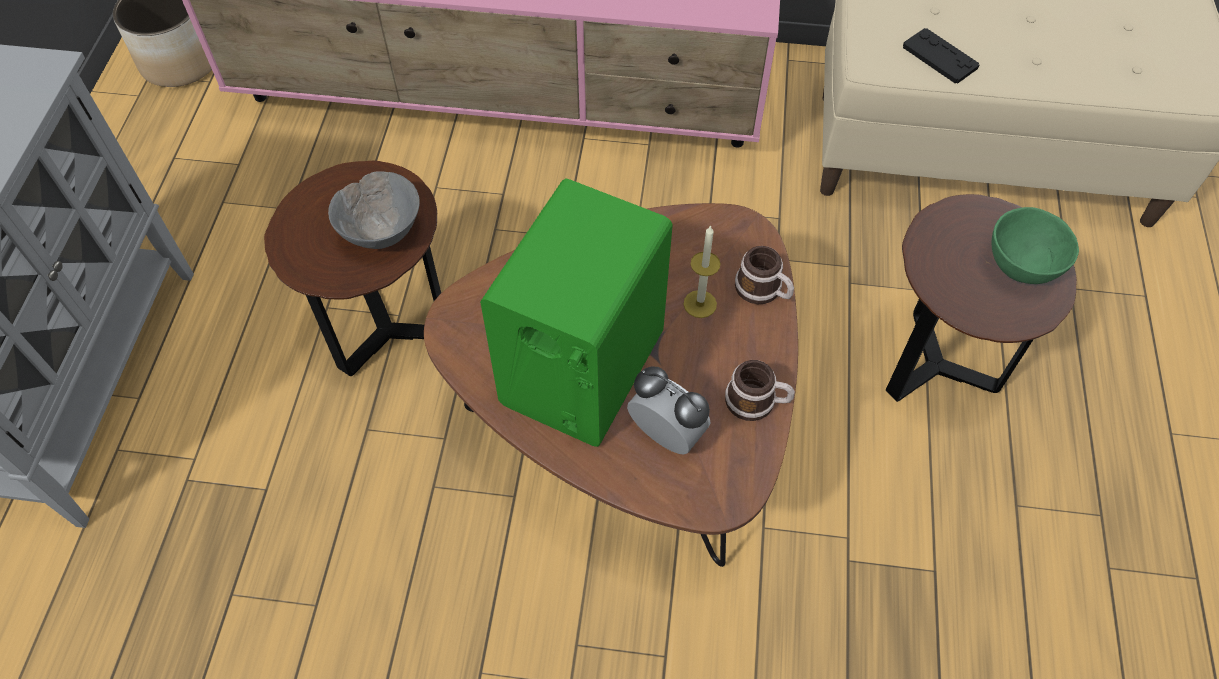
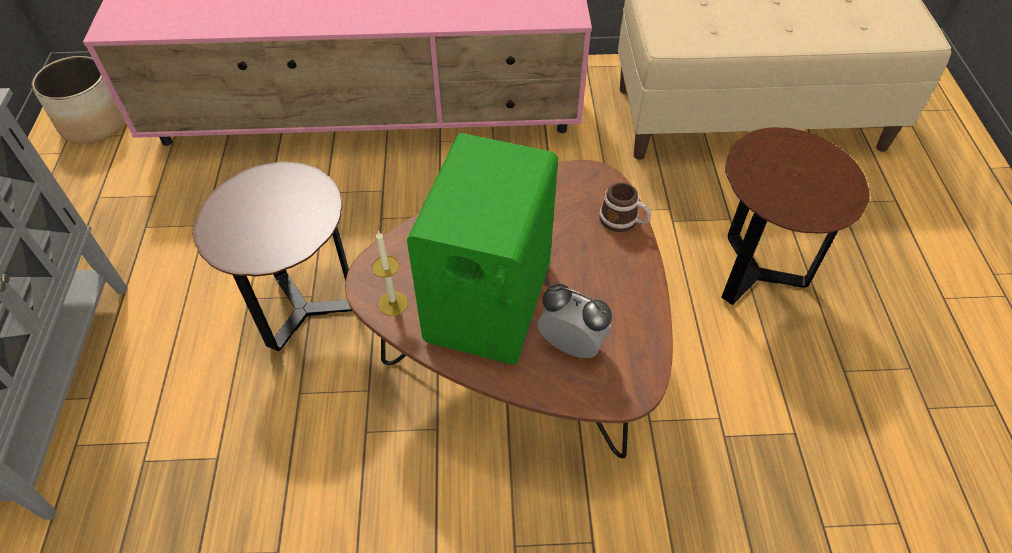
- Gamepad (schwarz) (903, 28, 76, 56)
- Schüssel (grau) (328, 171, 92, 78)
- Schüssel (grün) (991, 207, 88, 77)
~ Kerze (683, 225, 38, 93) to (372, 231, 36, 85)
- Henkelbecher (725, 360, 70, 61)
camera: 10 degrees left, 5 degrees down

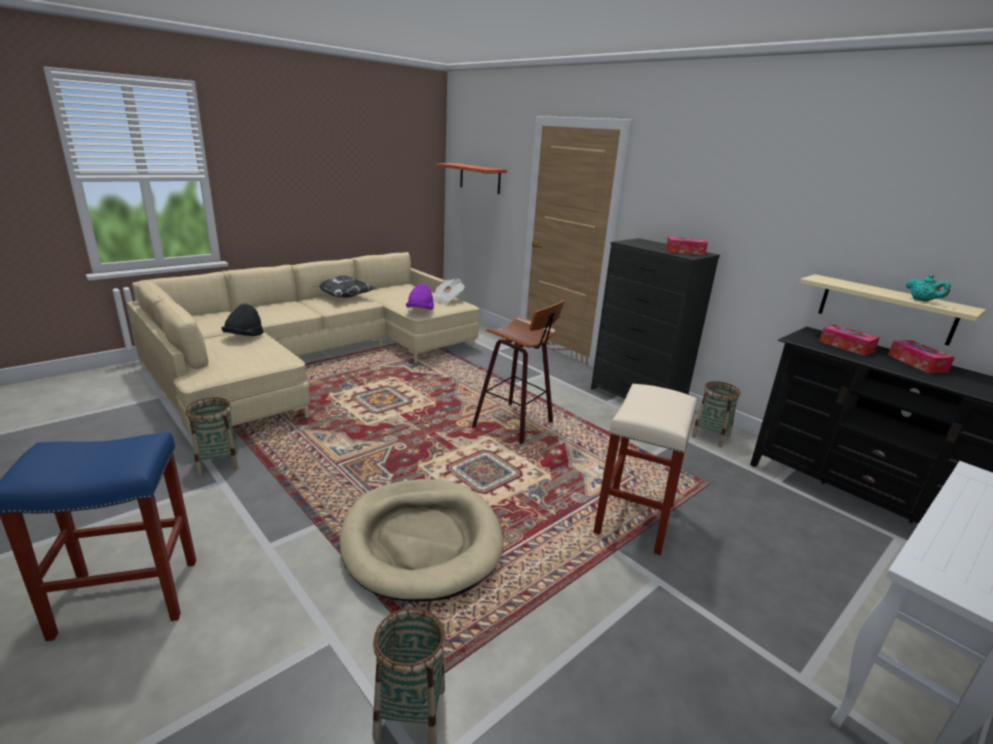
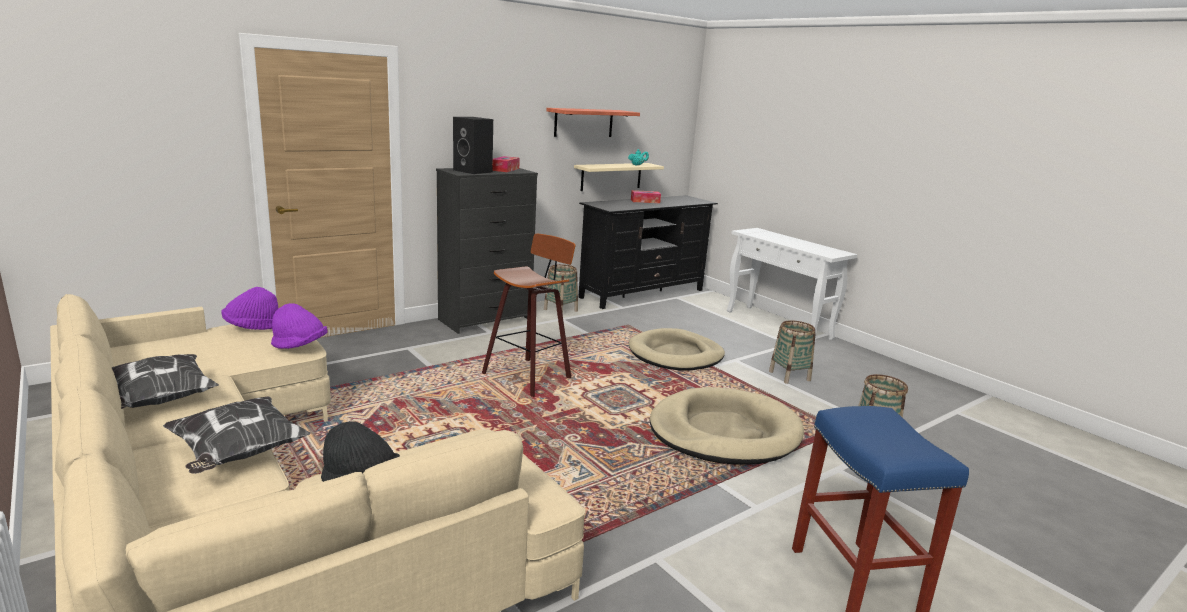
~ Wandregal (435, 163, 72, 31) to (546, 108, 94, 29)
~ Zeitung (433, 279, 32, 24) to Hut (lila) (222, 287, 56, 43)
- Taschentuchbox (819, 325, 60, 31)
~ Hocker (beige) (593, 384, 104, 171) to Hundebett (beige) (629, 328, 96, 43)
~ Korb (185, 397, 54, 79) to (769, 320, 47, 64)
+ Lautsprecher (schwarz) (453, 117, 40, 57)
+ Kissen (163, 396, 148, 78)
camera: 85 degrees left, 5 degrees down

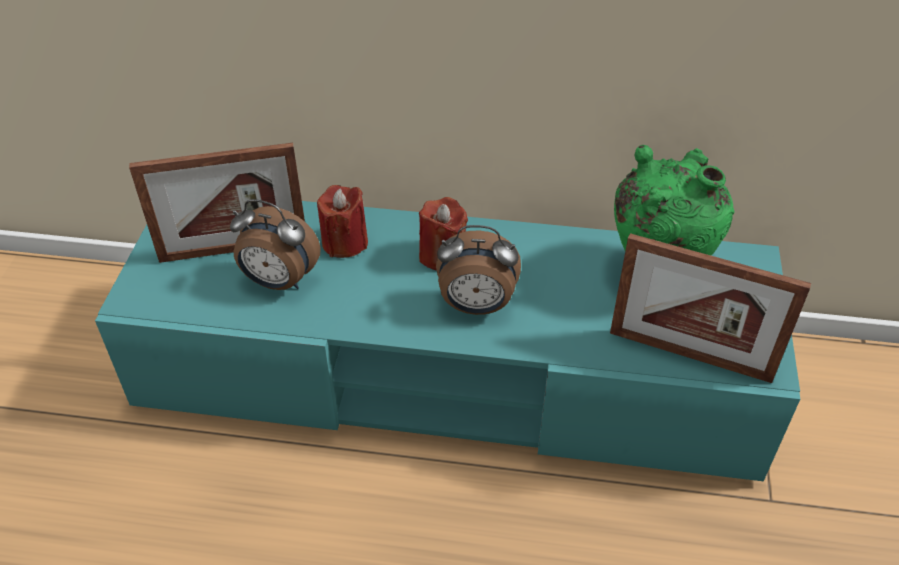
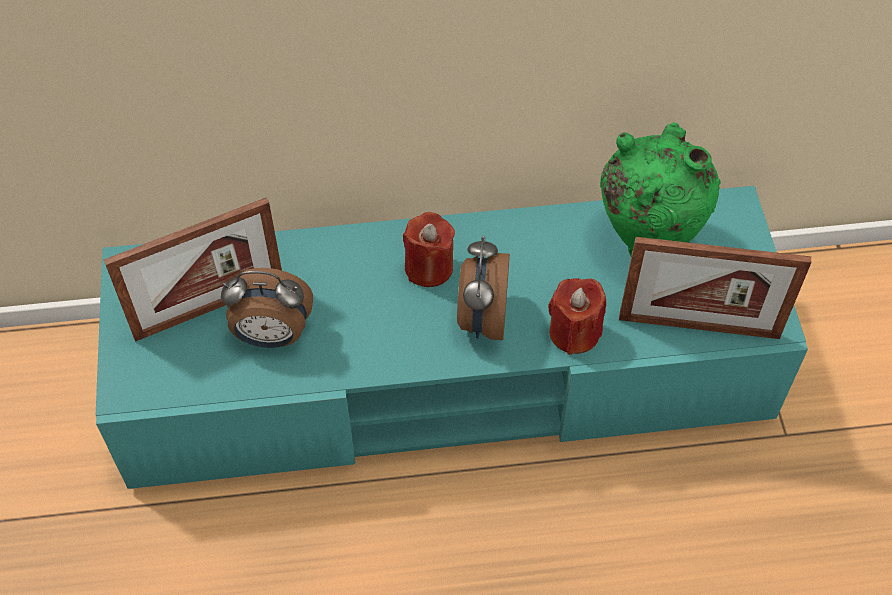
~ Kerze (rot) (317, 185, 51, 73) to (548, 278, 58, 77)
~ Wecker (436, 225, 85, 90) = (457, 236, 53, 104) 105 degrees clockwise
camera: 15 degrees left, 10 degrees up

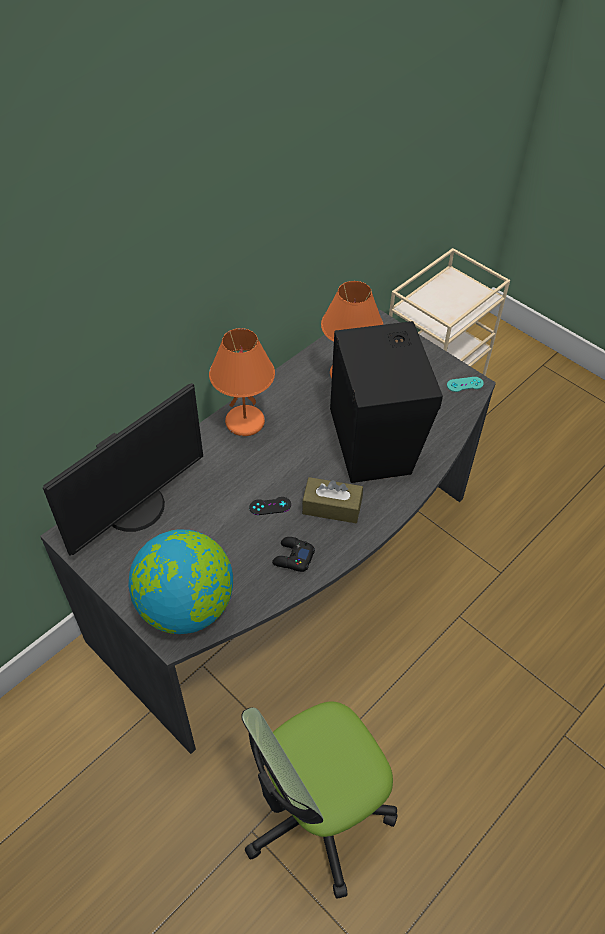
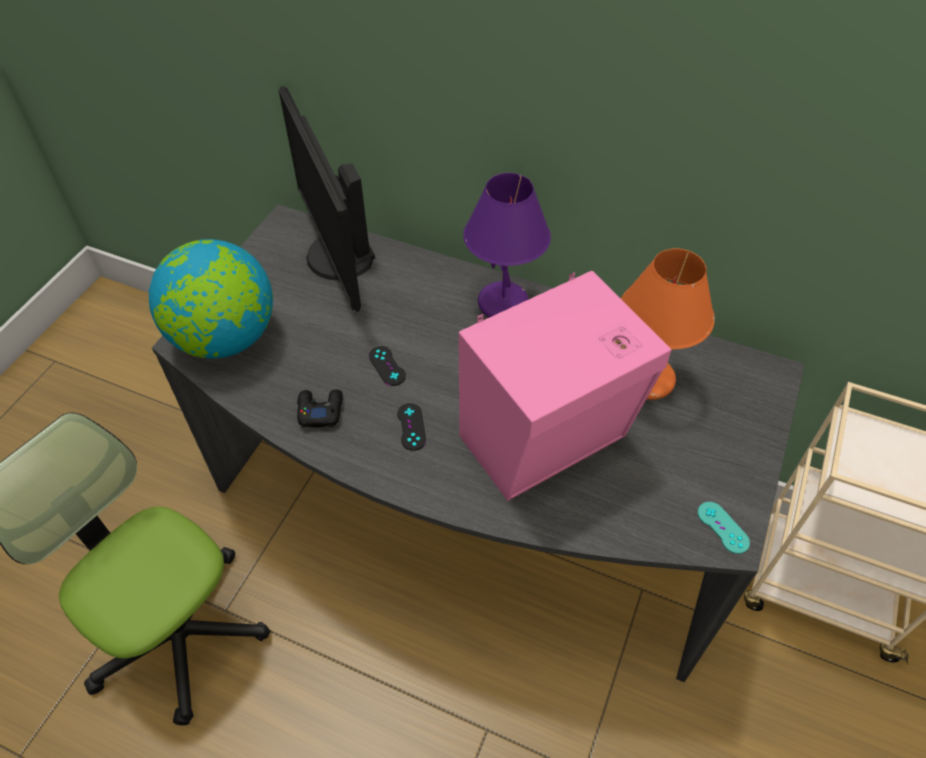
~ Lautsprecher (schwarz) (330, 321, 113, 162) to Lautsprecher (rosa) (459, 271, 212, 230)
~ Tischlampe (orange) (209, 328, 66, 108) to Tischlampe (lila) (463, 173, 88, 144)
~ Monitor (43, 383, 160, 173) = (278, 86, 97, 226) 45 degrees clockwise
~ Taschentuchbox (braun) (302, 477, 61, 46) to Gamepad (schwarz) (397, 403, 29, 48)
camera: 70 degrees right, 0 degrees up

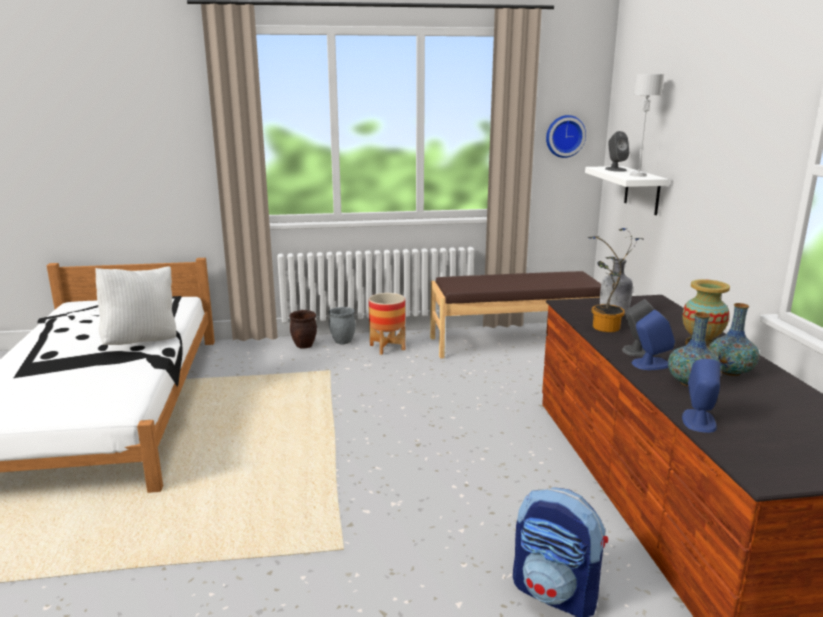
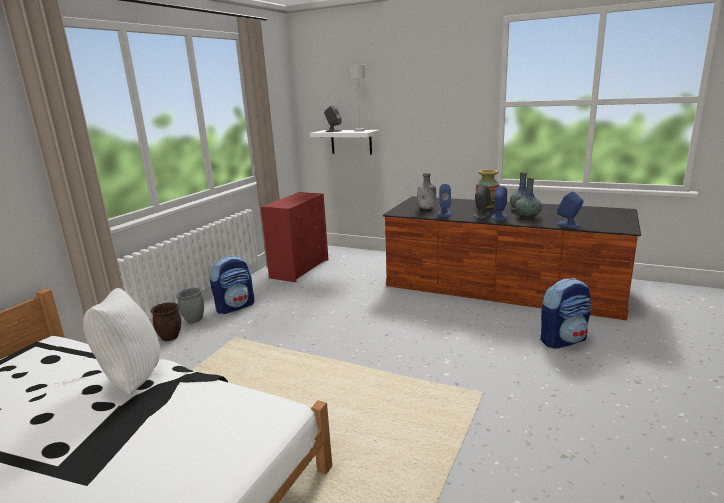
- Wanduhr (546, 115, 40, 43)
~ Topfpflanze (588, 228, 56, 104) to Lautsprecher (blau) (438, 184, 14, 33)
~ Bank (braun) (430, 271, 171, 88) to Kommode (rot) (261, 192, 68, 90)
~ Pflanzkübel (369, 293, 36, 62) to Rucksack (210, 255, 44, 59)
camera: 55 degrees left, 0 degrees up

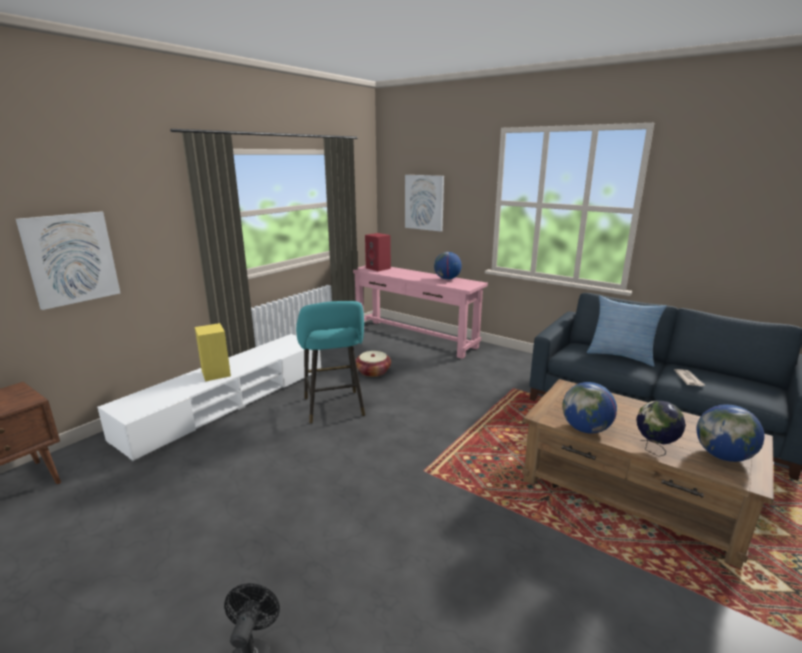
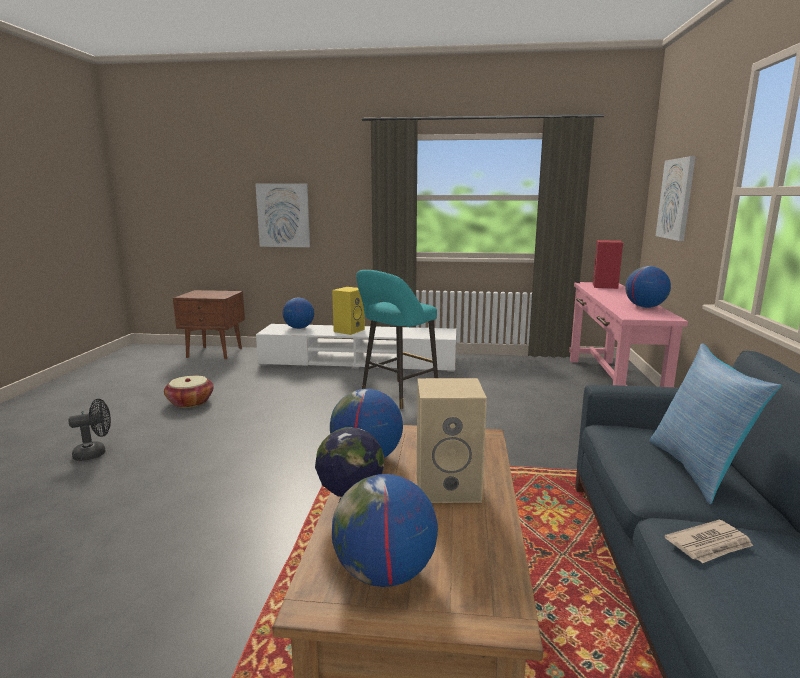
~ Korb (356, 351, 35, 26) to (164, 376, 50, 32)
+ Globus (283, 298, 31, 31)
+ Lautsprecher (beige) (417, 378, 70, 125)
camera: 60 degrees right, 5 degrees down

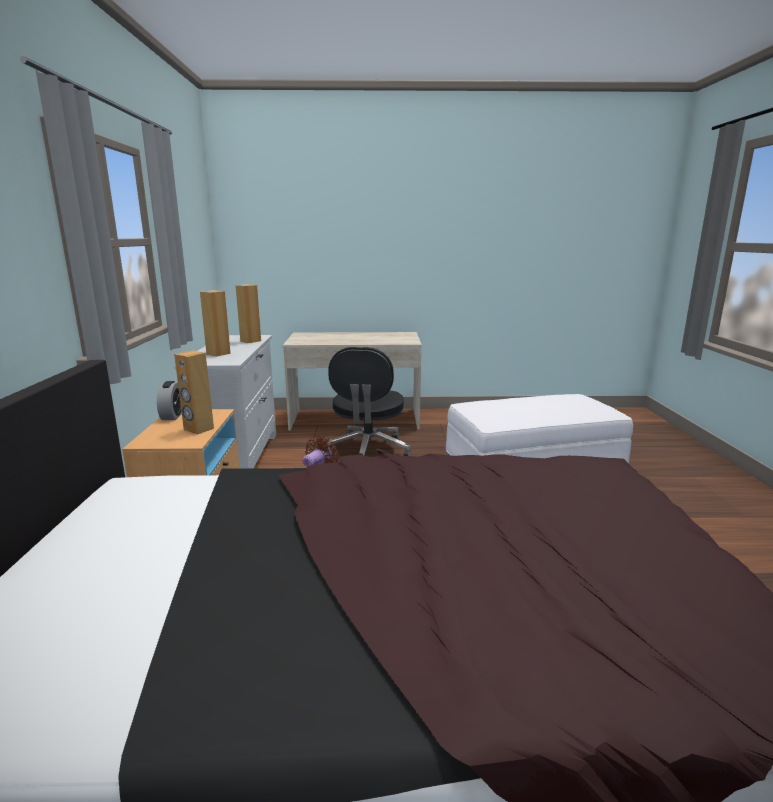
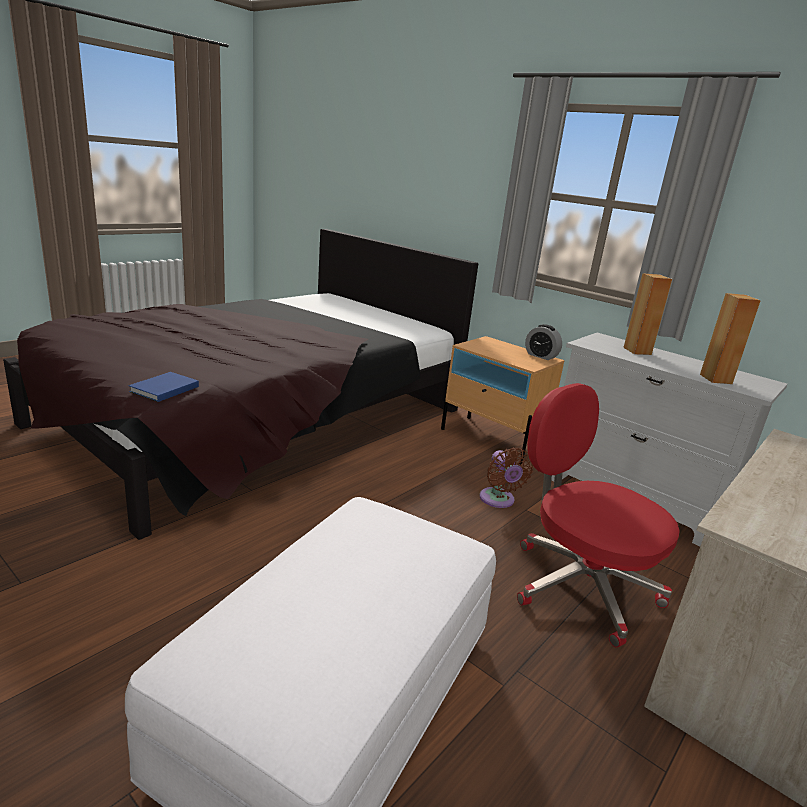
~ Bürostuhl (schwarz) (327, 347, 84, 109) to Bürostuhl (rot) (517, 383, 163, 265)
- Lautsprecher (braun) (174, 350, 40, 85)
+ Buch (blau) (129, 372, 70, 30)
camera: 130 degrees right, 5 degrees up

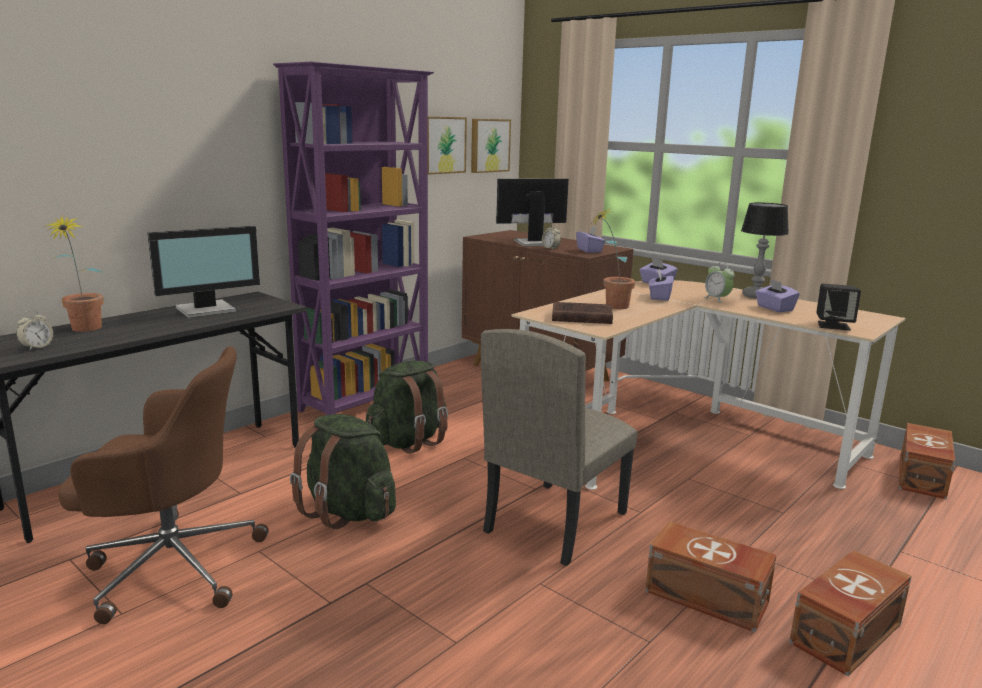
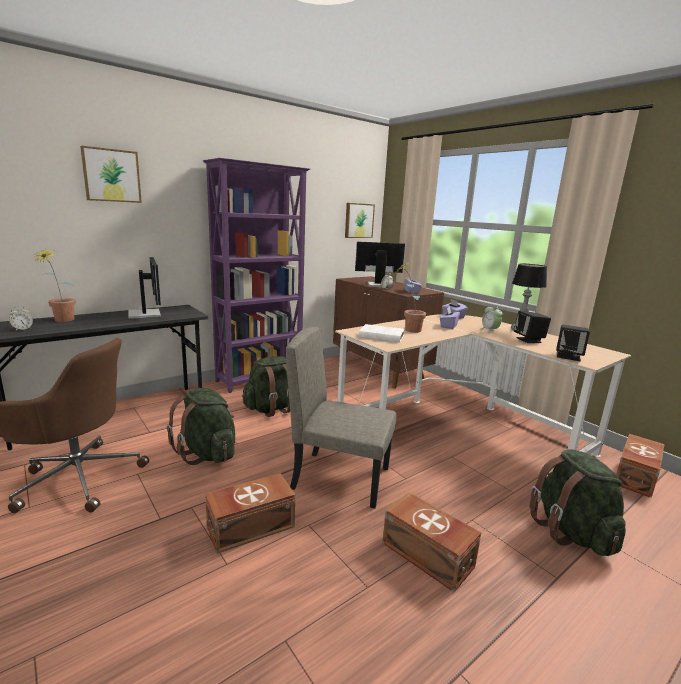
~ Bild (428, 117, 39, 58) to (80, 146, 62, 57)
~ Monitor (147, 226, 113, 92) = (128, 257, 33, 62) 90 degrees counterclockwise
~ Taschentuchbox (lila) (755, 279, 45, 33) to Lautsprecher (schwarz) (514, 311, 37, 32)
~ Buch (braun) (552, 302, 61, 22) to Buch (weiß) (359, 324, 46, 18)
~ Stuhl (beige) (481, 329, 156, 237) = (286, 327, 110, 182) 60 degrees clockwise
~ Aufbewahrungsbox (braun) (789, 550, 123, 126) to (205, 473, 90, 81)
+ Rucksack (grün) (529, 449, 97, 107)
camera: 10 degrees right, 0 degrees up

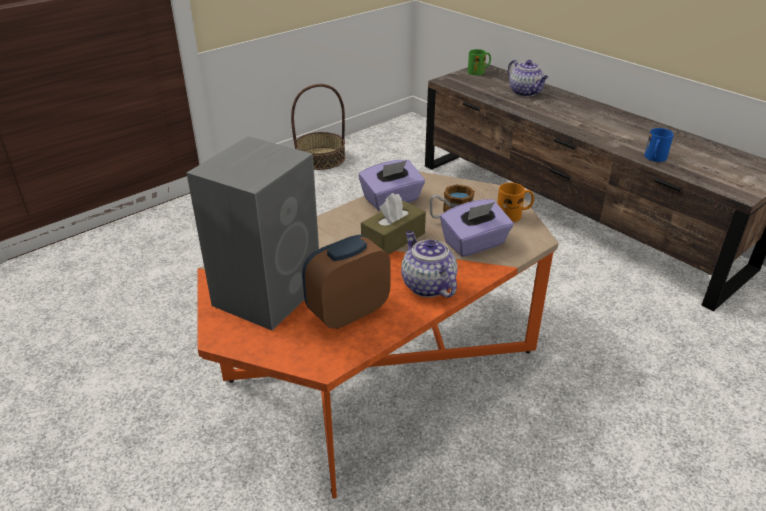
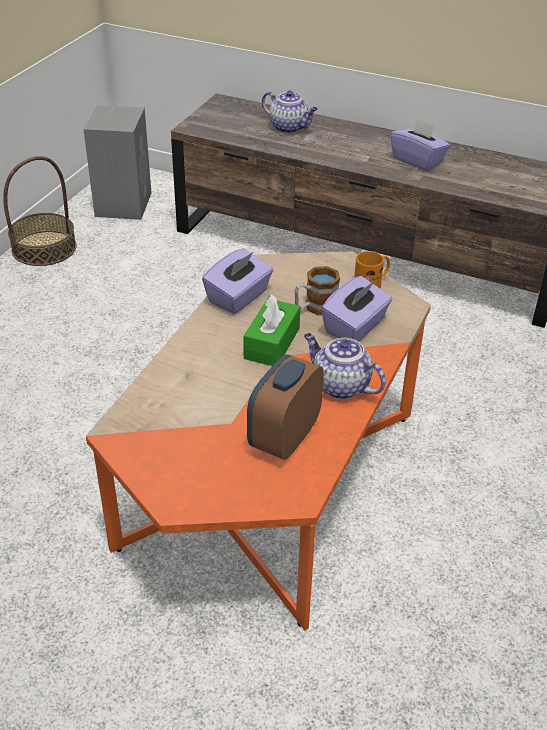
- Henkelbecher (grün) (468, 49, 23, 26)
- Henkelbecher (blau) (644, 128, 30, 34)
~ Lautsprecher (grau) (187, 136, 132, 194) to (83, 105, 68, 115)
~ Taschentuchbox (braun) (361, 193, 65, 62) to Taschentuchbox (grün) (243, 295, 57, 71)
+ Taschentuchbox (lila) (390, 118, 60, 53)
camera: 25 degrees left, 5 degrees up

